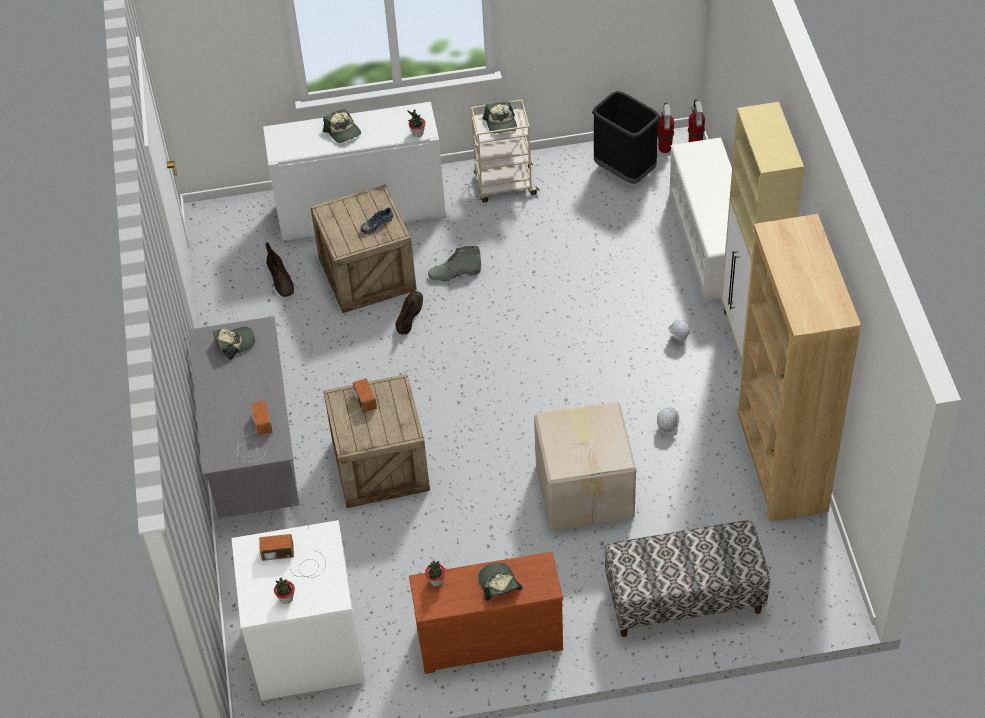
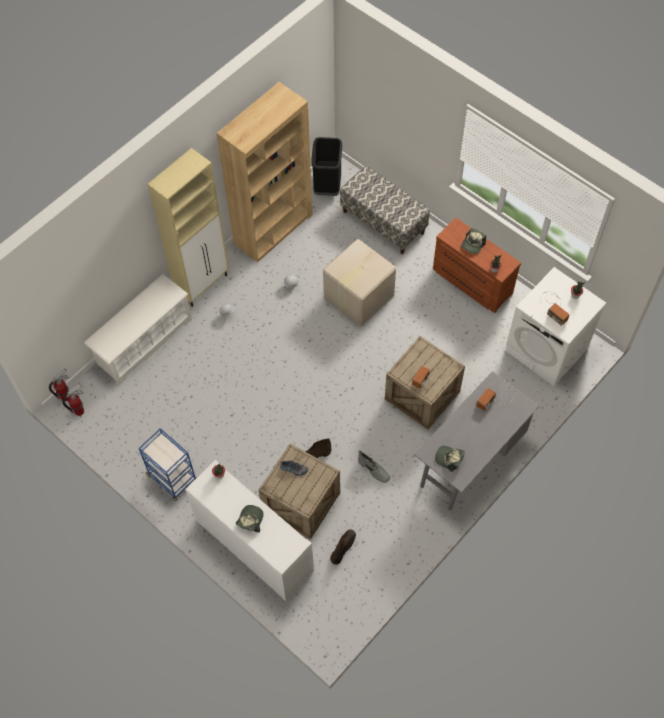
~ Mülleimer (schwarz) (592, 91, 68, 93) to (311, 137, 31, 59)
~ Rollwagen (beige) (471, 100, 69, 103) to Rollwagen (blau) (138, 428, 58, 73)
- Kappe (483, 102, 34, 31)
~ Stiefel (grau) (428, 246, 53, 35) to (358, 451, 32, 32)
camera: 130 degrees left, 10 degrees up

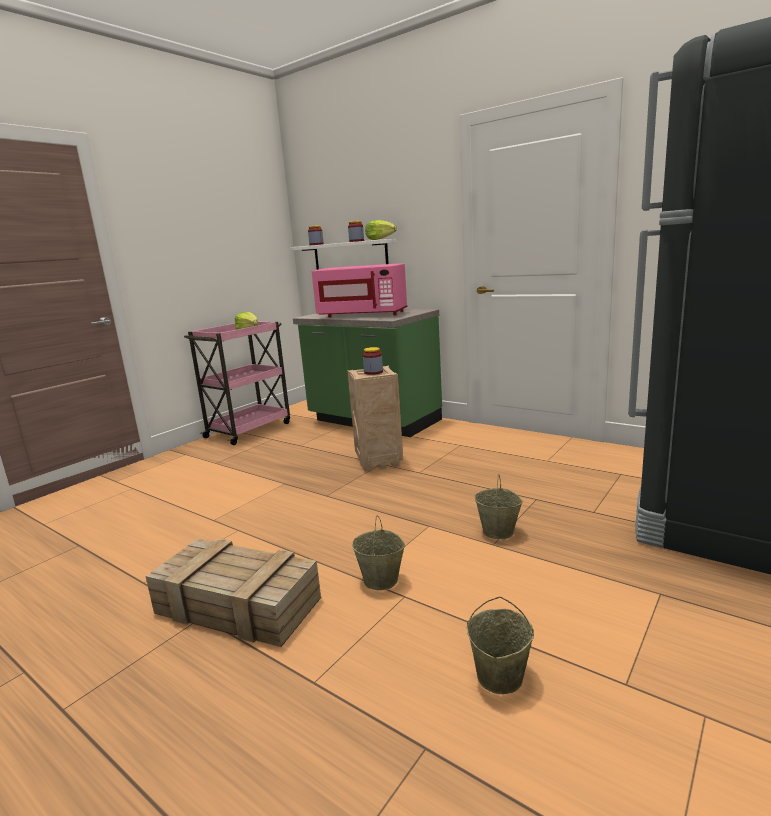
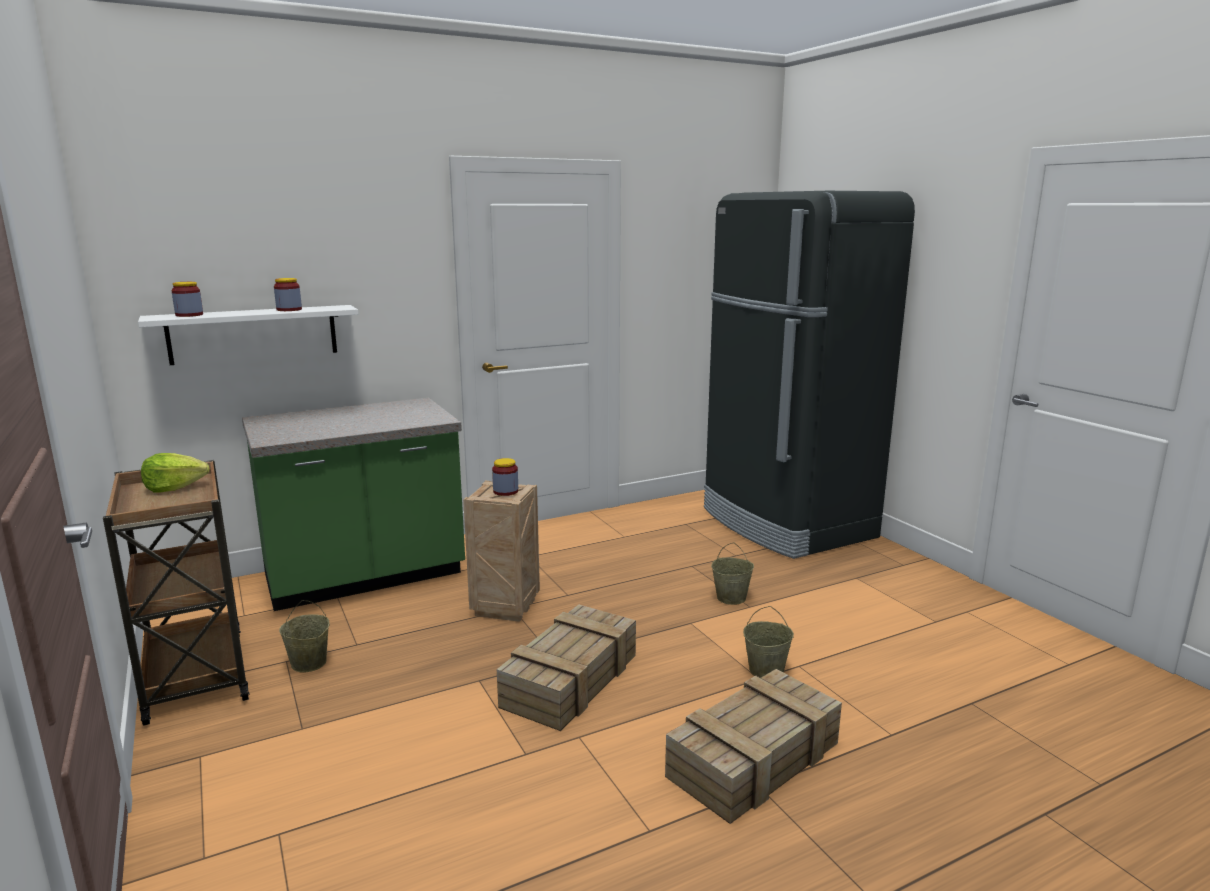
- Salatkopf (365, 220, 32, 20)
- Mikrowelle (rosa) (312, 263, 96, 55)
~ Rollwagen (rosa) (184, 322, 106, 123) to Rollwagen (braun) (103, 460, 147, 266)
~ Eimer (beige) (467, 597, 67, 97) to (279, 600, 50, 73)
+ Kiste (497, 604, 139, 127)
camera: 65 degrees left, 0 degrees up

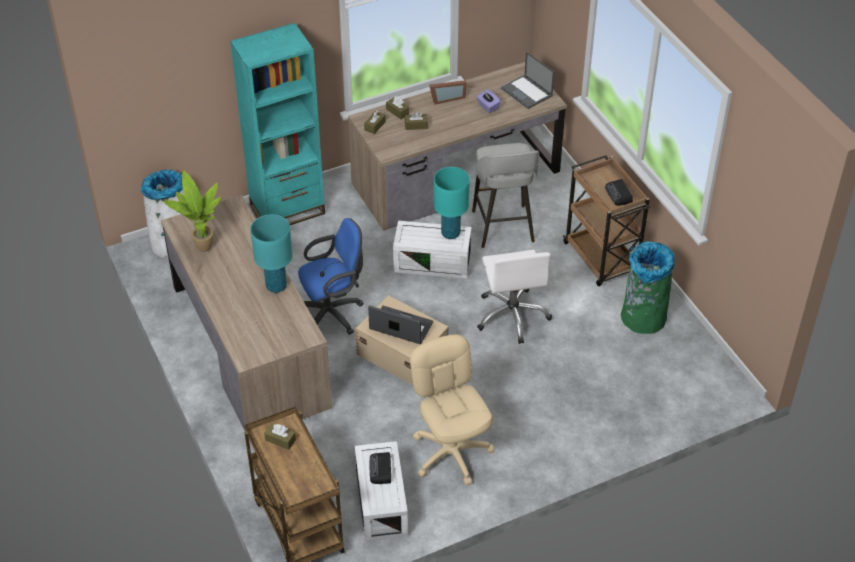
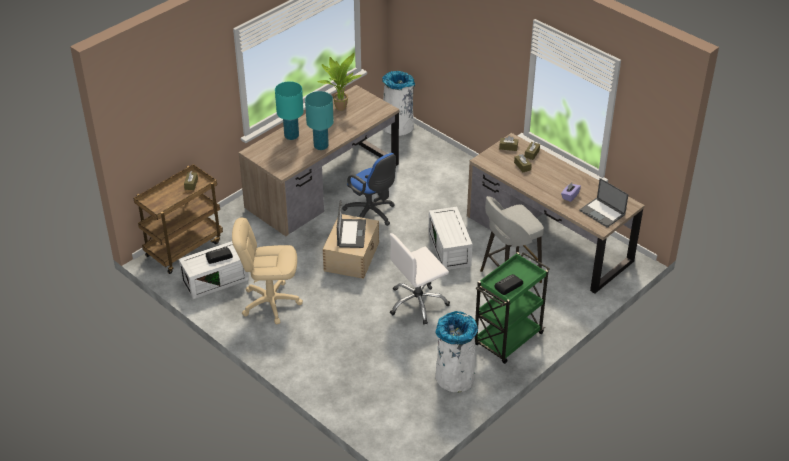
- Bücherregal (türkis) (230, 23, 95, 202)
~ Laptop (501, 52, 53, 57) = (579, 178, 50, 50) 75 degrees counterclockwise
- Bilderrahmen (429, 80, 38, 25)
~ Rollwagen (braun) (563, 155, 87, 131) to Rollwagen (grün) (475, 252, 75, 112)
~ Tischlampe (türkis) (434, 167, 36, 72) to (275, 81, 28, 59)
~ Mülleimer (grün) (621, 241, 54, 93) to Mülleimer (weiß) (435, 311, 43, 81)
~ Bürostuhl (beige) (410, 334, 85, 151) = (232, 218, 71, 107) 135 degrees counterclockwise
camera: 70 degrees right, 5 degrees down

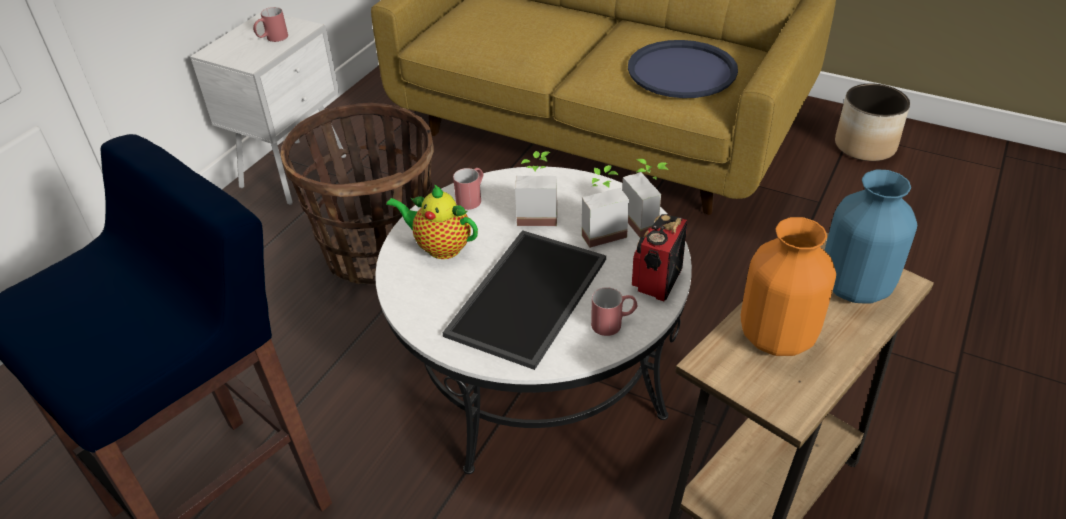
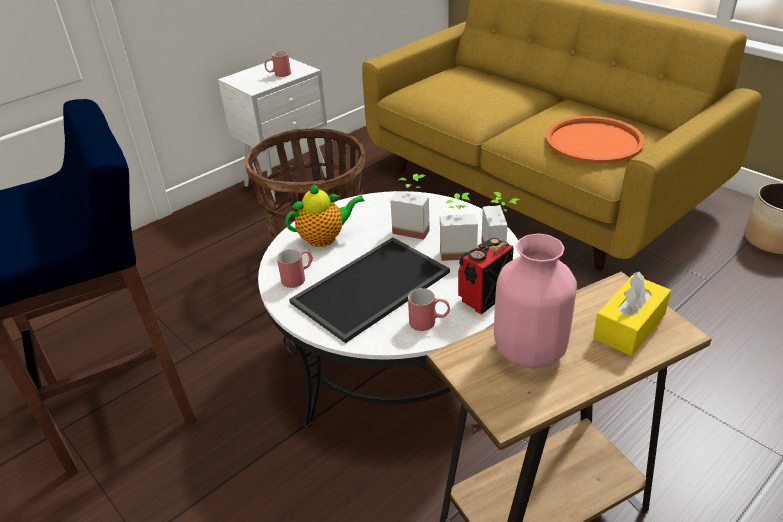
~ Tablett (blau) (628, 40, 110, 58) to Tablett (orange) (546, 116, 99, 47)
~ Henkelbecher (rot) (453, 168, 31, 42) to (277, 249, 36, 39)
~ Vase (blau) (824, 170, 93, 134) to Taschentuchbox (gelb) (593, 272, 78, 84)
~ Teekanne (386, 184, 92, 75) = (285, 183, 79, 64) 120 degrees clockwise
~ Vase (orange) (741, 217, 95, 139) to Vase (rosa) (494, 233, 83, 136)
camera: 20 degrees right, 5 degrees down

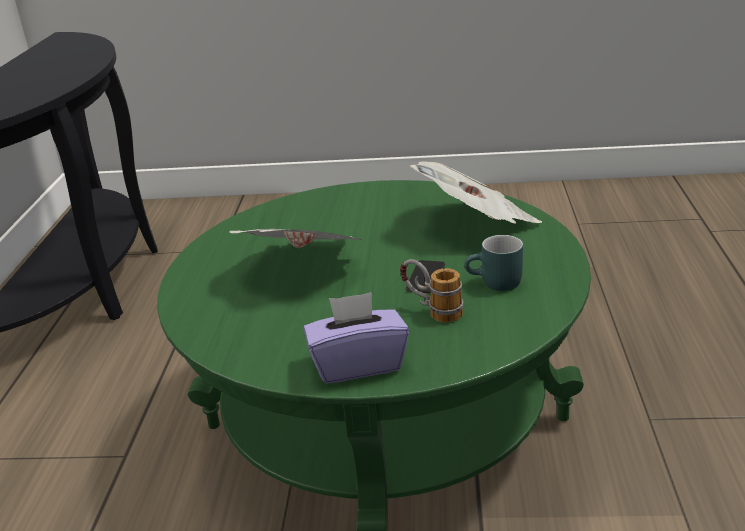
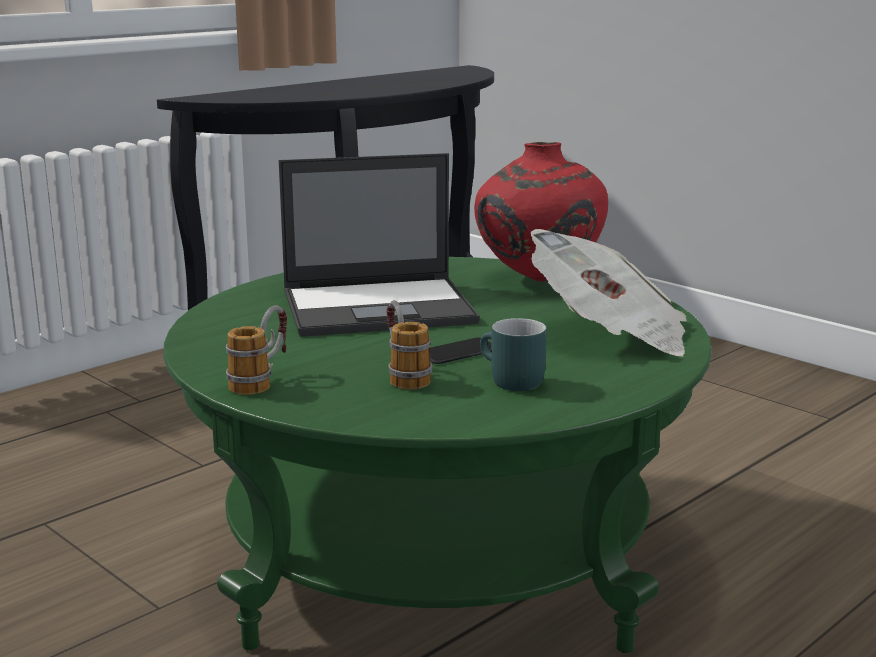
~ Zeitung (229, 229, 133, 19) to Laptop (279, 153, 201, 184)
~ Taschentuchbox (lila) (304, 292, 105, 92) to Henkelbecher (226, 305, 61, 90)
+ Vase (rot) (474, 142, 134, 140)
camera: 40 degrees right, 10 degrees down

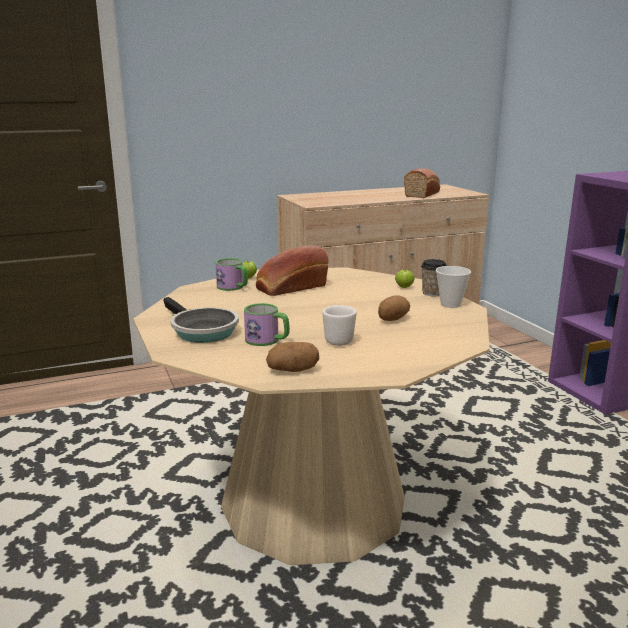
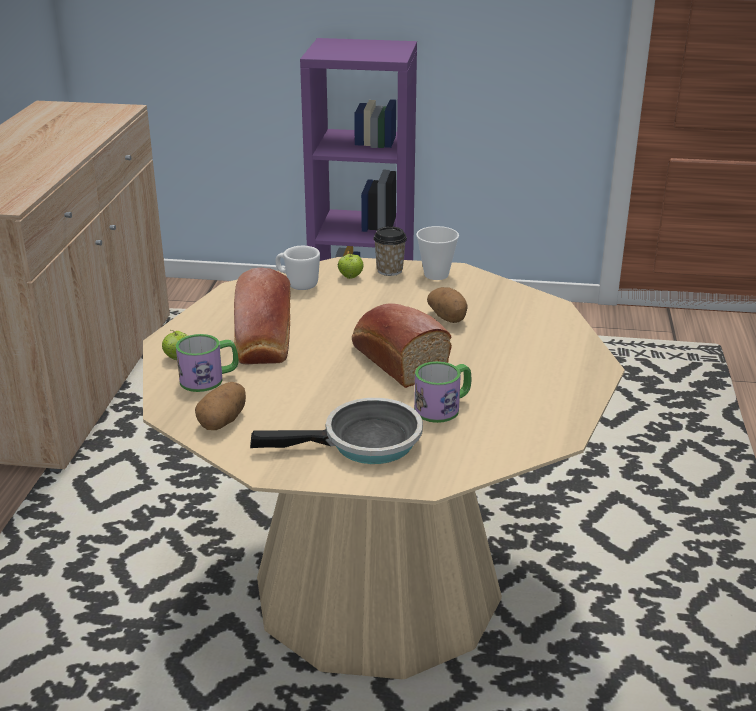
~ Brot (404, 168, 36, 30) to (352, 303, 100, 85)
~ Henkelbecher (weiß) (322, 305, 35, 41) to (275, 246, 45, 44)
~ Kartoffel (266, 342, 53, 30) to (195, 382, 51, 48)
camera: 60 degrees left, 10 degrees up

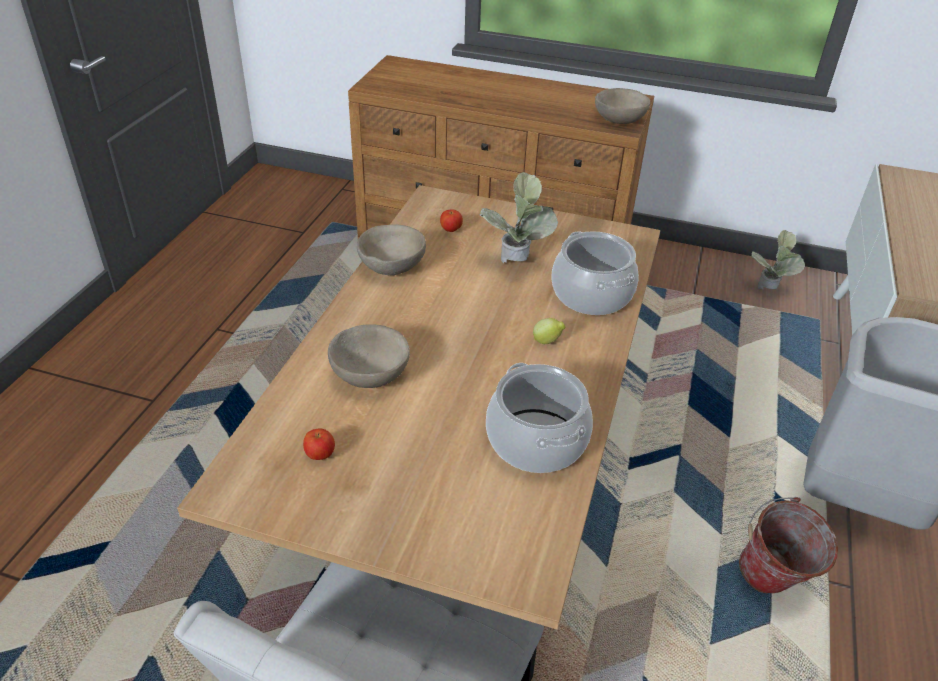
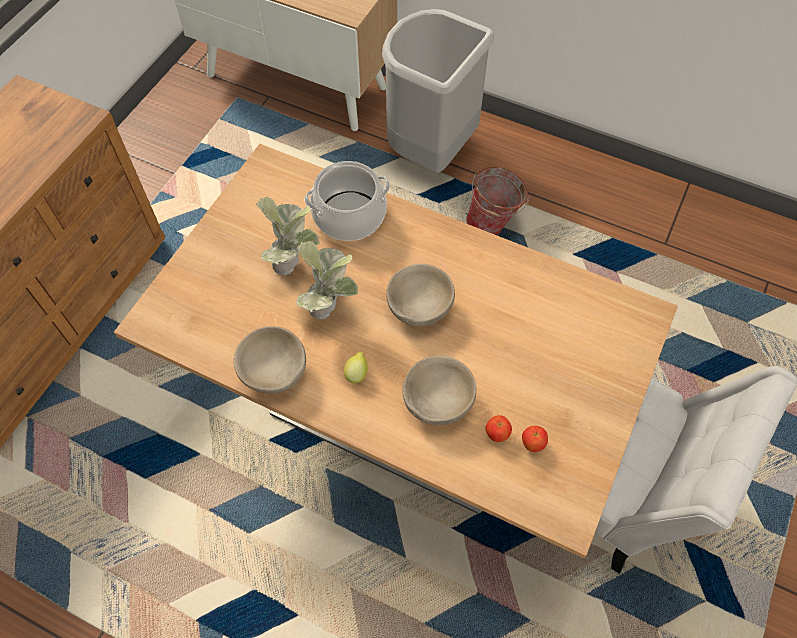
~ Schüssel (beige) (595, 88, 55, 36) to (386, 264, 69, 63)
~ Apfel (440, 209, 23, 23) to (486, 415, 26, 27)
~ Topfpflanze (751, 230, 54, 59) to (296, 241, 62, 78)
~ Zitrone (533, 318, 33, 26) to (344, 352, 24, 33)
- Kochtopf (486, 363, 107, 110)
camera: 80 degrees left, 20 degrees up

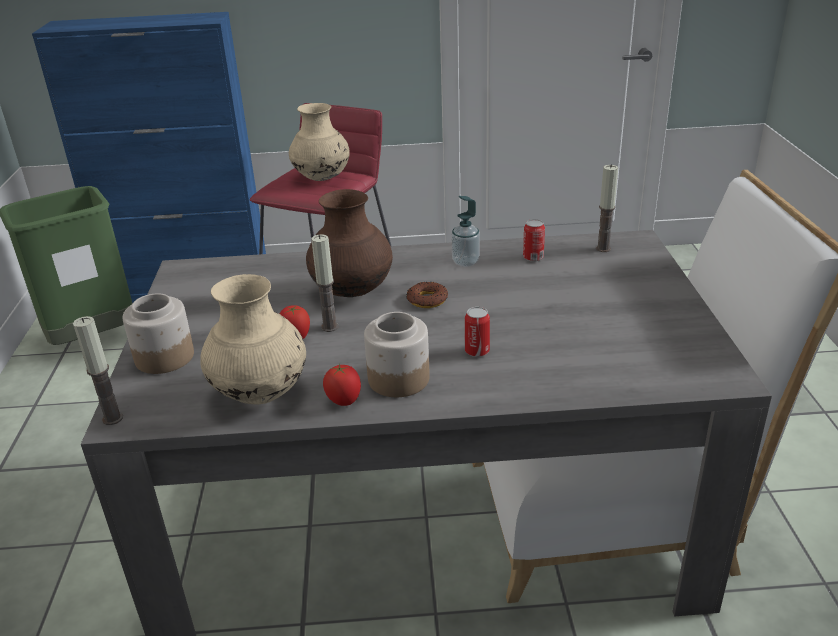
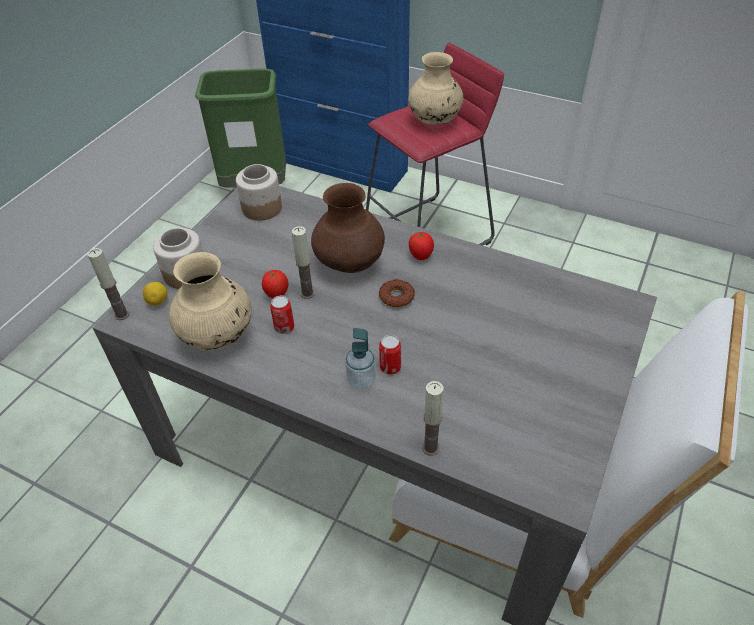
~ Kerze (596, 164, 22, 88) to (422, 381, 22, 75)
~ Seifenspender (452, 196, 28, 71) to (345, 328, 31, 63)
~ Dose (523, 219, 22, 43) to (270, 296, 24, 38)
~ Vorratsglas (364, 312, 66, 85) to (236, 164, 46, 57)
~ Tomate (323, 364, 38, 42) to (409, 232, 25, 28)
+ Zitrone (143, 282, 24, 24)
camera: 30 degrees right, 15 degrees up

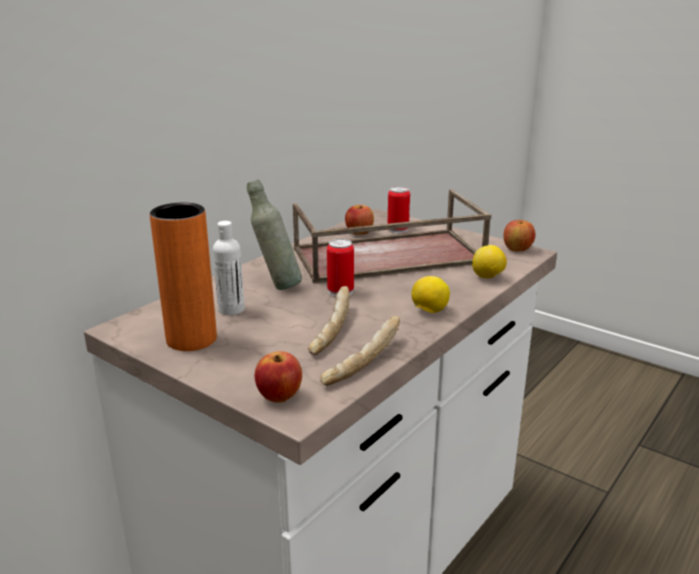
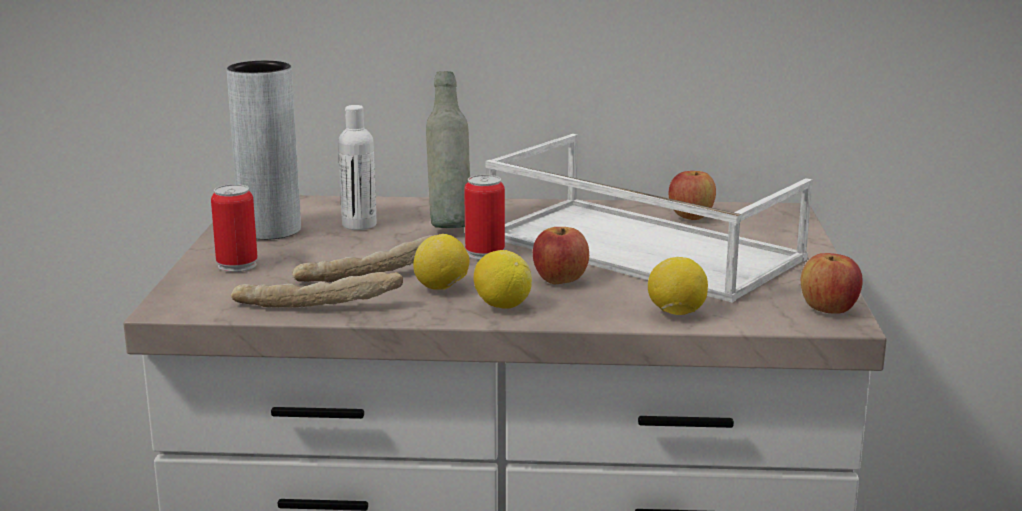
~ Dose (388, 186, 22, 47) to (211, 184, 47, 88)
~ Tablett (braun) (293, 189, 198, 95) to Tablett (weiß) (485, 134, 327, 169)
~ Vase (orange) (150, 203, 67, 148) to Vase (grau) (227, 61, 74, 179)
~ Apfel (255, 351, 47, 52) to (533, 227, 56, 57)
+ Zitrone (413, 234, 56, 56)
camera: 55 degrees right, 5 degrees down

